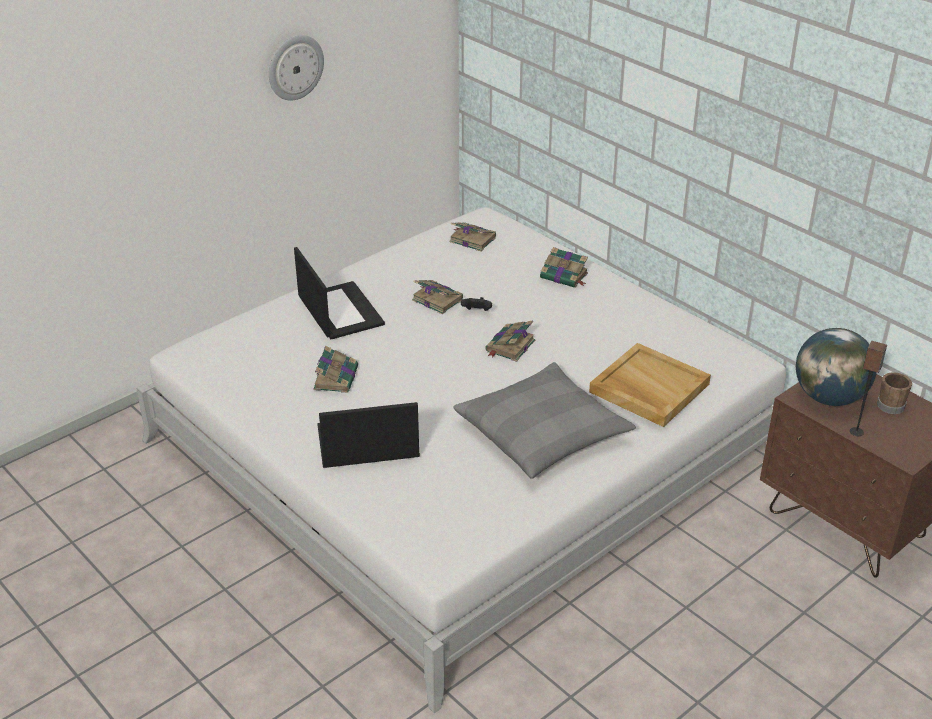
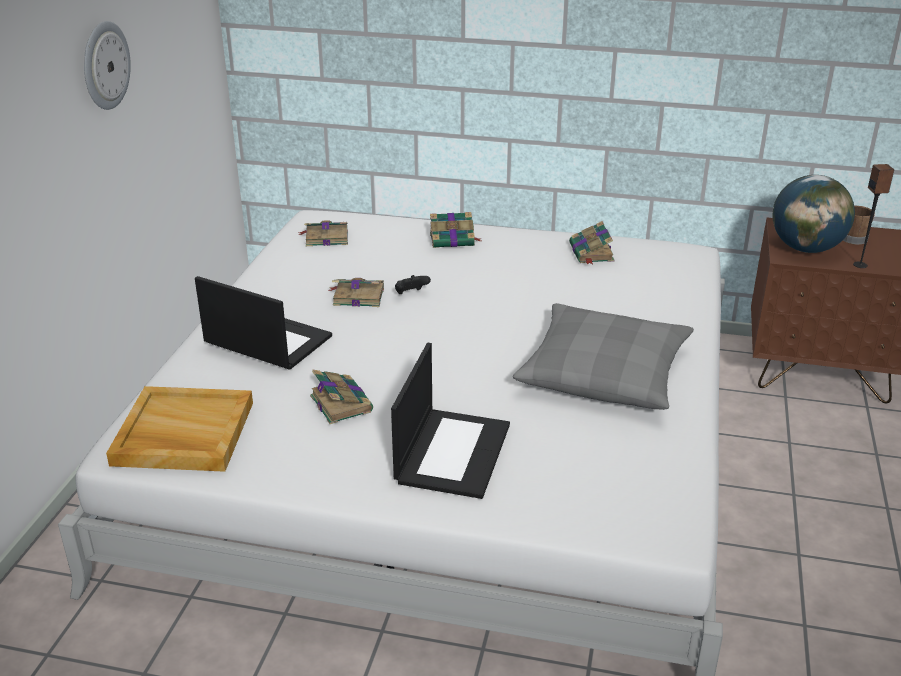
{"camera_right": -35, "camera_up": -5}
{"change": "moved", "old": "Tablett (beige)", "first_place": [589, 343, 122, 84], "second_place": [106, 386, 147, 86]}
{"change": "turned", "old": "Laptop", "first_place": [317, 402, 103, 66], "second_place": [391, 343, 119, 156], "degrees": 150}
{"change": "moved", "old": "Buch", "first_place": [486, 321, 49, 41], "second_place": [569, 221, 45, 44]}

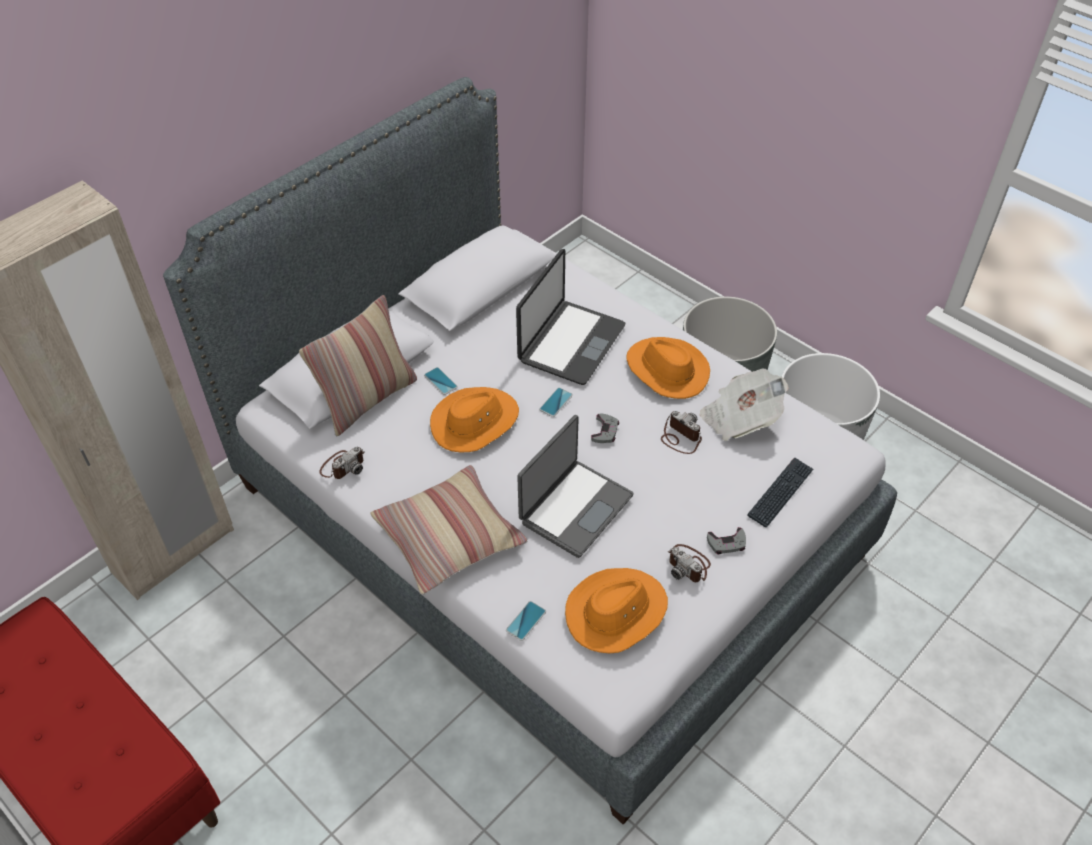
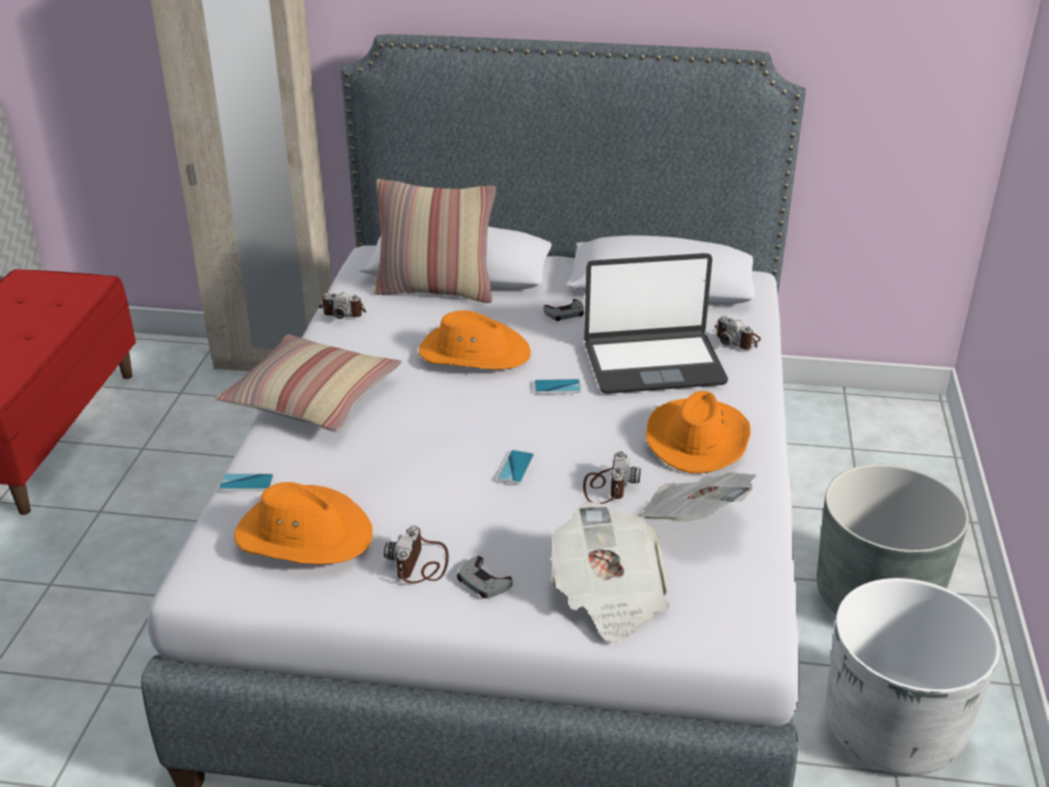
{"camera_right": 55, "camera_up": -15}
{"change": "moved", "old": "Handy", "first_place": [424, 367, 34, 28], "second_place": [497, 450, 38, 34]}
{"change": "moved", "old": "Gamepad (grau)", "first_place": [591, 414, 28, 29], "second_place": [544, 299, 40, 22]}
{"change": "replaced", "old": "Tastatur", "new": "Zeitung", "first_place": [747, 457, 67, 70], "second_place": [551, 502, 118, 141]}
{"change": "added", "new": "Kamera", "second_place": [715, 316, 46, 34]}
{"change": "removed", "old": "Laptop", "first_place": [517, 415, 117, 143]}

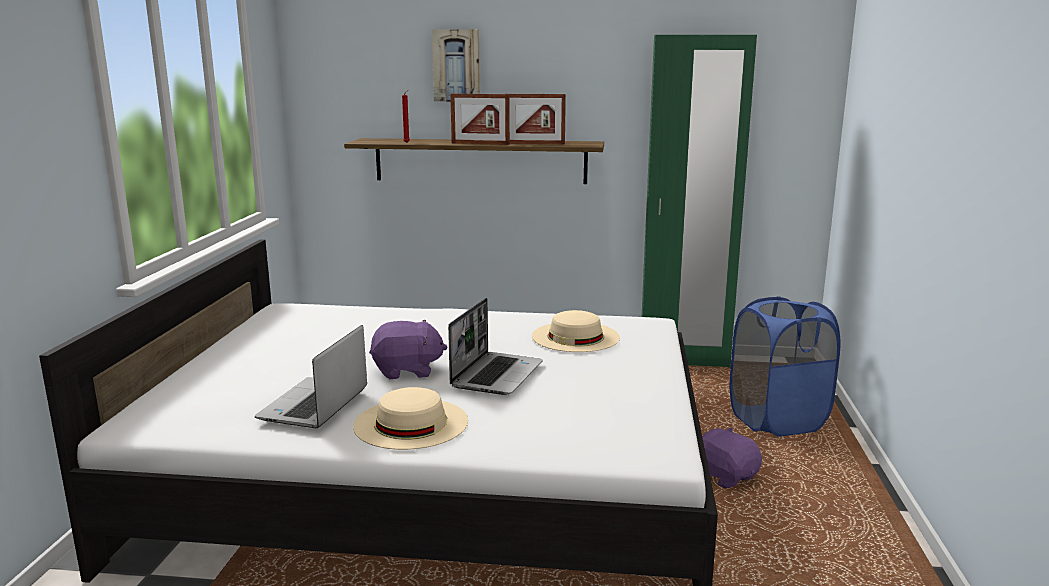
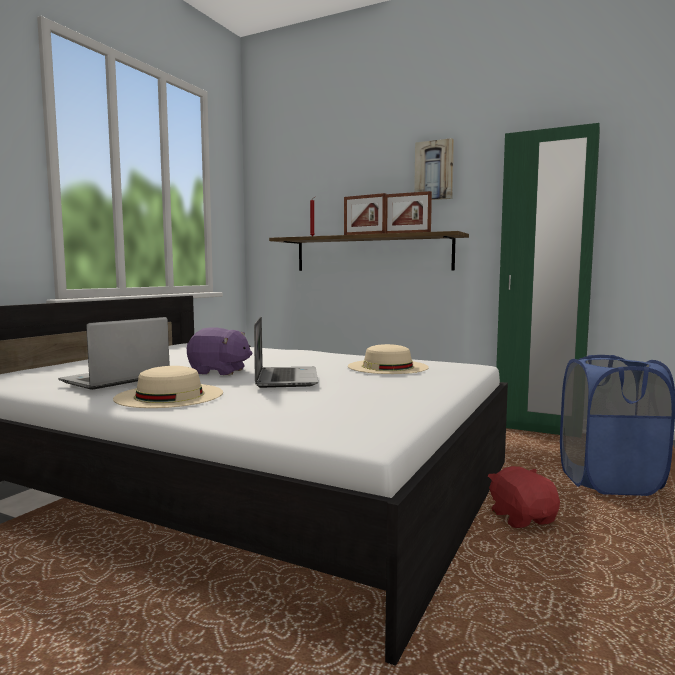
{"camera_right": 20, "camera_up": -10}
{"change": "turned", "old": "Laptop", "first_place": [448, 298, 95, 97], "second_place": [254, 316, 64, 72], "degrees": -45}
{"change": "moved", "old": "Bild", "first_place": [432, 29, 48, 73], "second_place": [414, 138, 40, 62]}
{"change": "recoloured", "old": "Plüschtier (lila)", "new": "Plüschtier (rot)", "first_place": [702, 428, 60, 61], "second_place": [488, 466, 72, 62]}

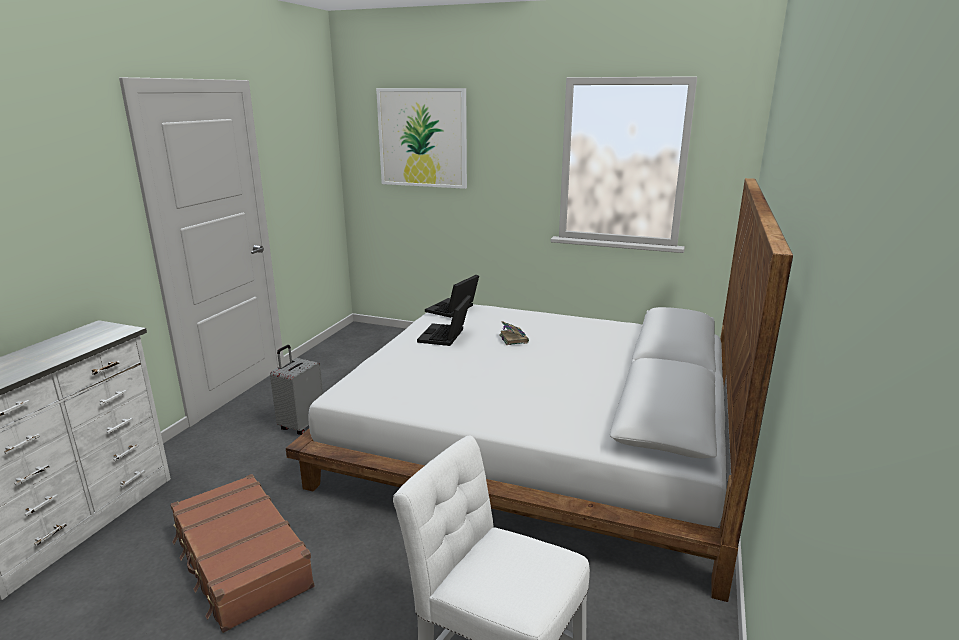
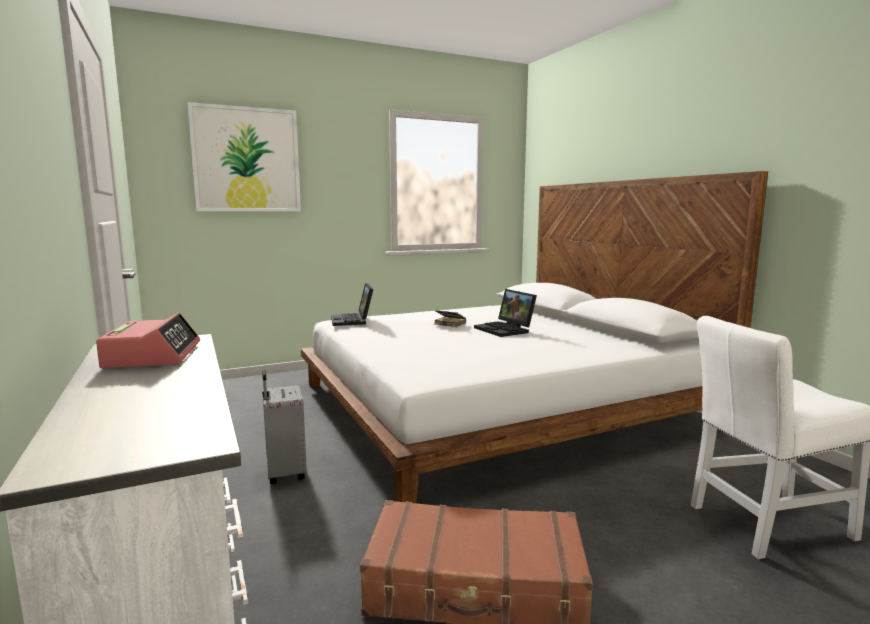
{"camera_right": -45, "camera_up": -10}
{"change": "added", "new": "Wecker", "second_place": [96, 313, 104, 55]}
{"change": "moved", "old": "Laptop", "first_place": [417, 295, 54, 51], "second_place": [474, 289, 63, 48]}

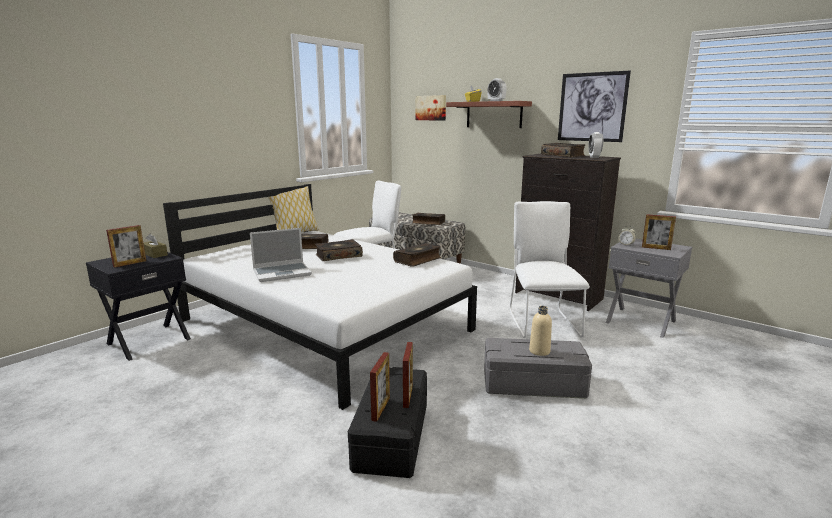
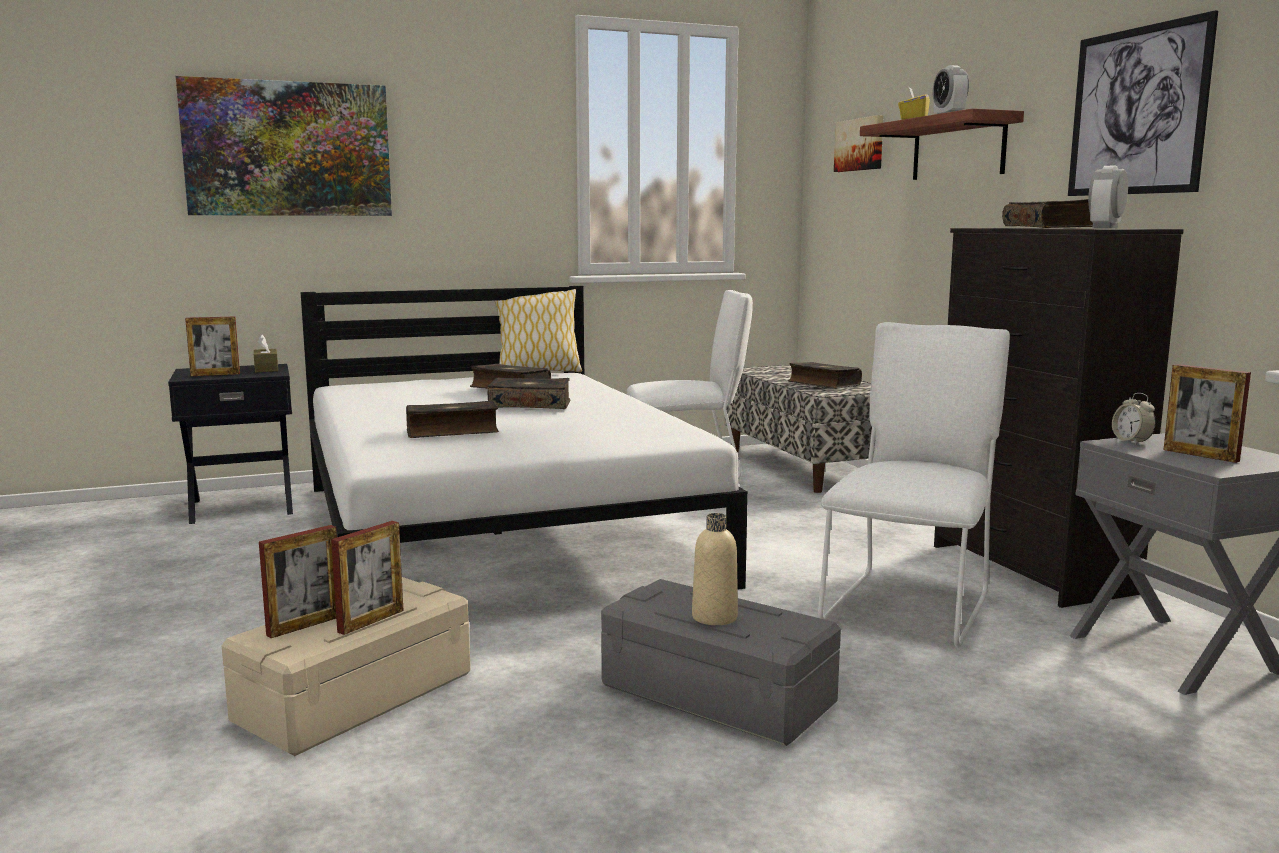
{"camera_right": 30, "camera_up": -5}
{"change": "added", "new": "Bild", "second_place": [176, 76, 216, 140]}
{"change": "recoloured", "old": "Aufbewahrungsbox (schwarz)", "new": "Aufbewahrungsbox (beige)", "first_place": [348, 367, 79, 111], "second_place": [222, 577, 249, 179]}
{"change": "moved", "old": "Buch", "first_place": [393, 243, 48, 24], "second_place": [406, 401, 93, 37]}
{"change": "removed", "old": "Laptop", "first_place": [250, 228, 62, 54]}

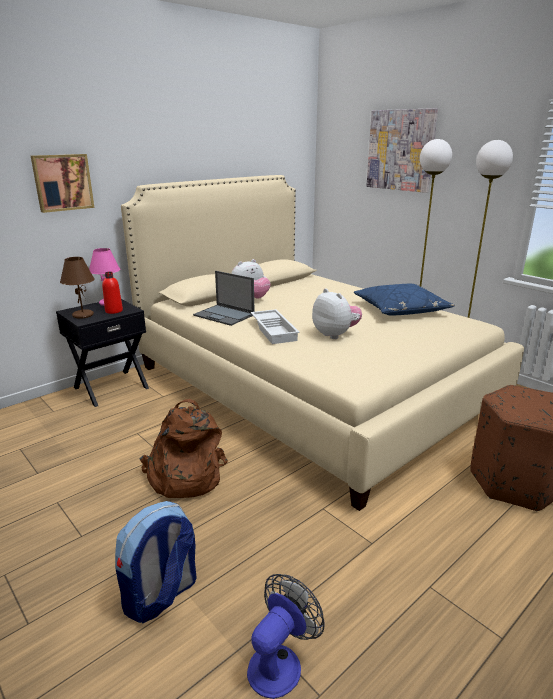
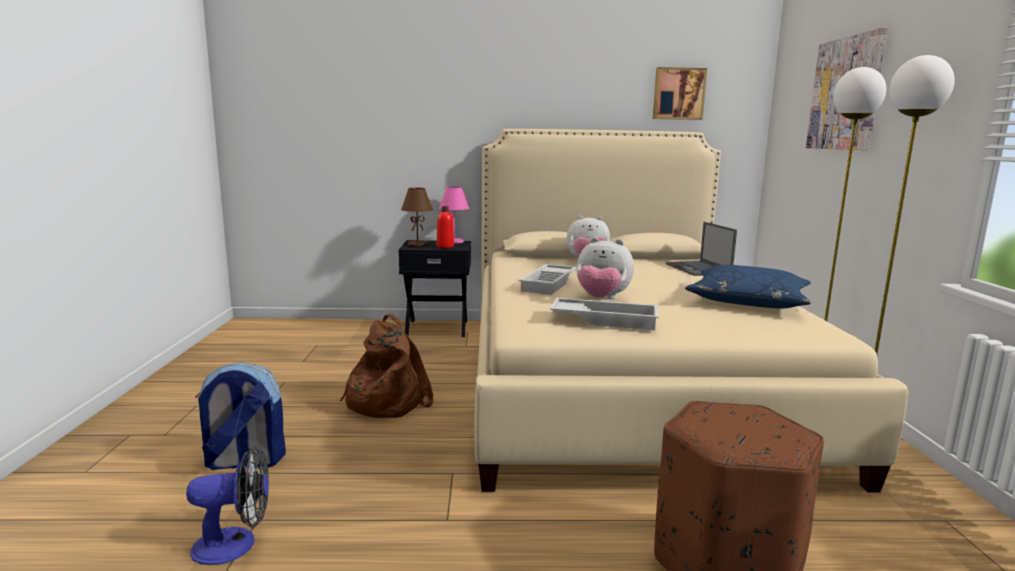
{"camera_right": 40, "camera_up": -10}
{"change": "added", "new": "Tablett (weiß)", "second_place": [550, 298, 109, 32]}
{"change": "turned", "old": "Plüschtier", "first_place": [312, 288, 50, 51], "second_place": [577, 237, 57, 62], "degrees": 105}
{"change": "moved", "old": "Bild", "first_place": [31, 154, 63, 59], "second_place": [653, 67, 54, 53]}
{"change": "moved", "old": "Laptop", "first_place": [193, 271, 62, 55], "second_place": [665, 222, 72, 54]}

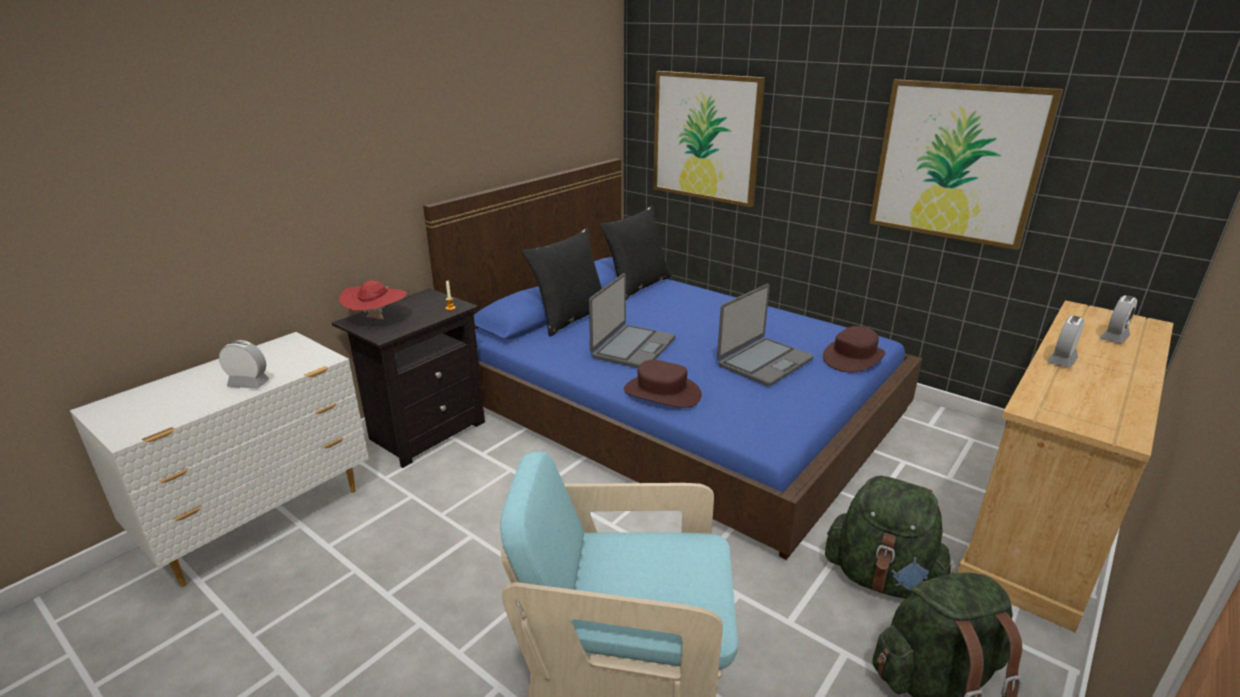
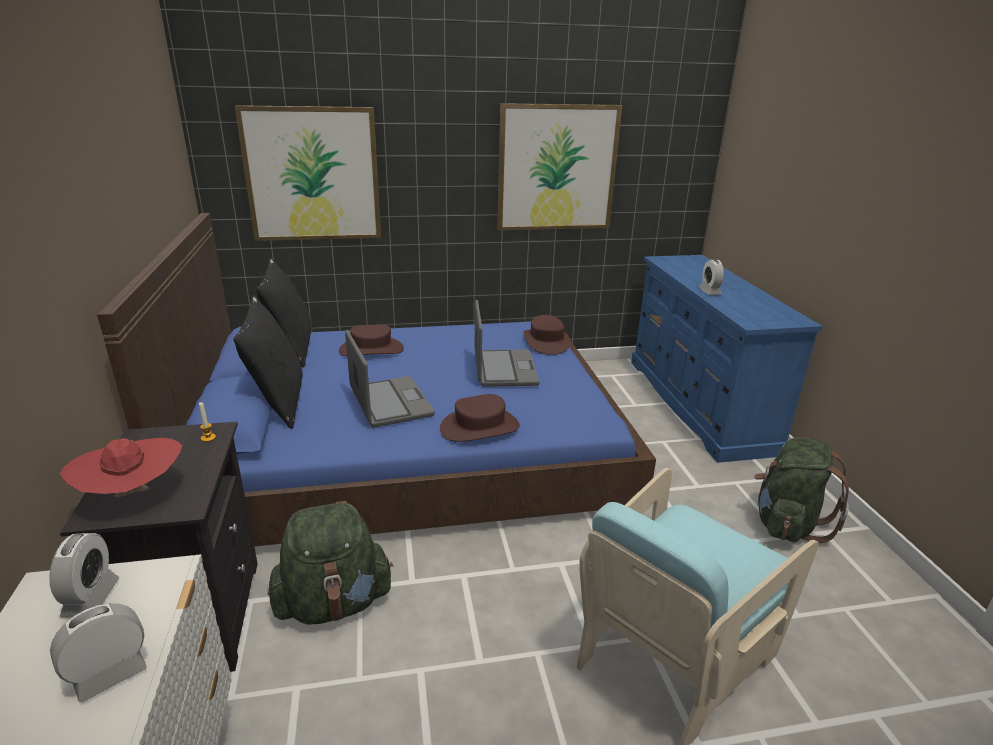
{"camera_right": -50, "camera_up": 0}
{"change": "moved", "old": "Wecker", "first_place": [1100, 295, 37, 49], "second_place": [49, 533, 70, 85]}
{"change": "moved", "old": "Rucksack (grün)", "first_place": [825, 476, 129, 123], "second_place": [268, 501, 126, 124]}
{"change": "added", "new": "Hut (braun)", "second_place": [339, 325, 65, 31]}
{"change": "recoloured", "old": "Kommode (beige)", "new": "Kommode (blau)", "first_place": [957, 300, 216, 333], "second_place": [631, 255, 191, 208]}

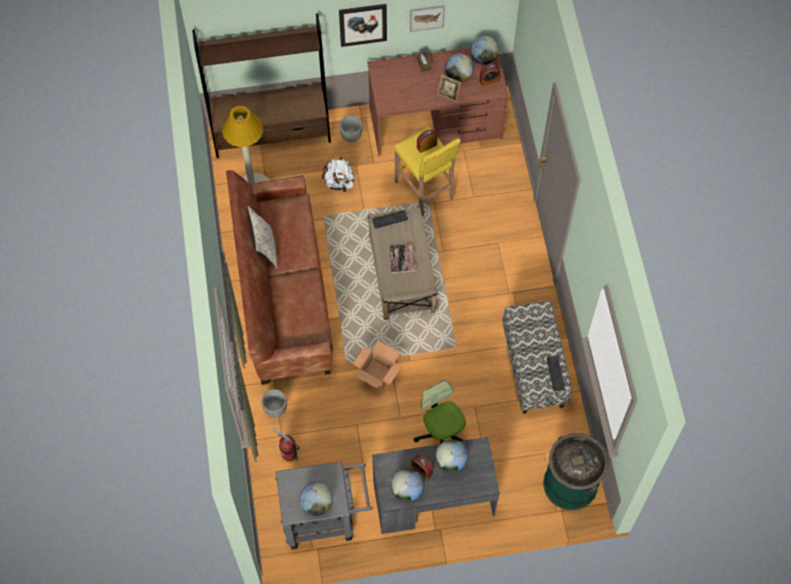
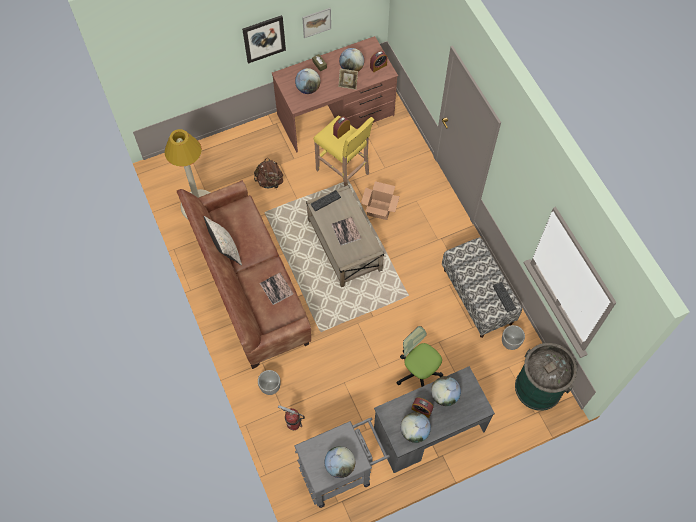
{"camera_right": -15, "camera_up": 0}
{"change": "recoloured", "old": "Rucksack (weiß)", "new": "Rucksack (braun)", "first_place": [322, 156, 33, 36], "second_place": [254, 158, 30, 30]}
{"change": "added", "new": "Buch", "second_place": [260, 273, 33, 32]}
{"change": "moved", "old": "Globus", "first_place": [470, 36, 29, 29], "second_place": [295, 68, 25, 26]}
{"change": "moved", "old": "Karton", "first_place": [353, 341, 49, 49], "second_place": [361, 181, 39, 39]}
{"change": "moved", "old": "Pflanzkübel", "first_place": [339, 115, 23, 27], "second_place": [502, 325, 23, 25]}
{"change": "removed", "old": "Bücherregal (braun)", "first_place": [192, 13, 139, 145]}

